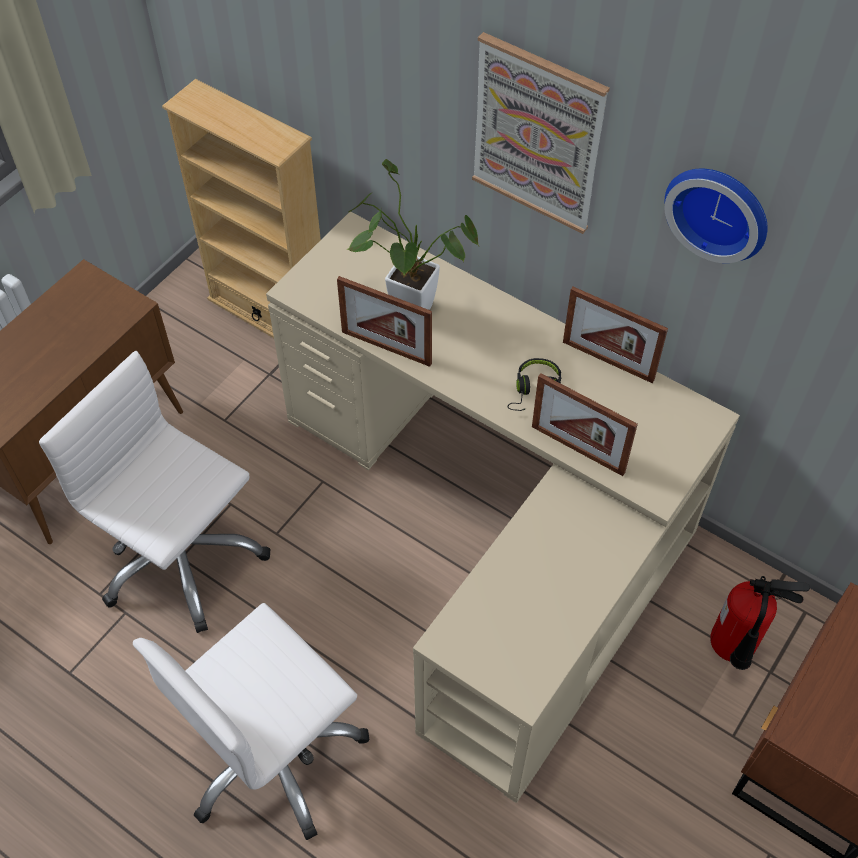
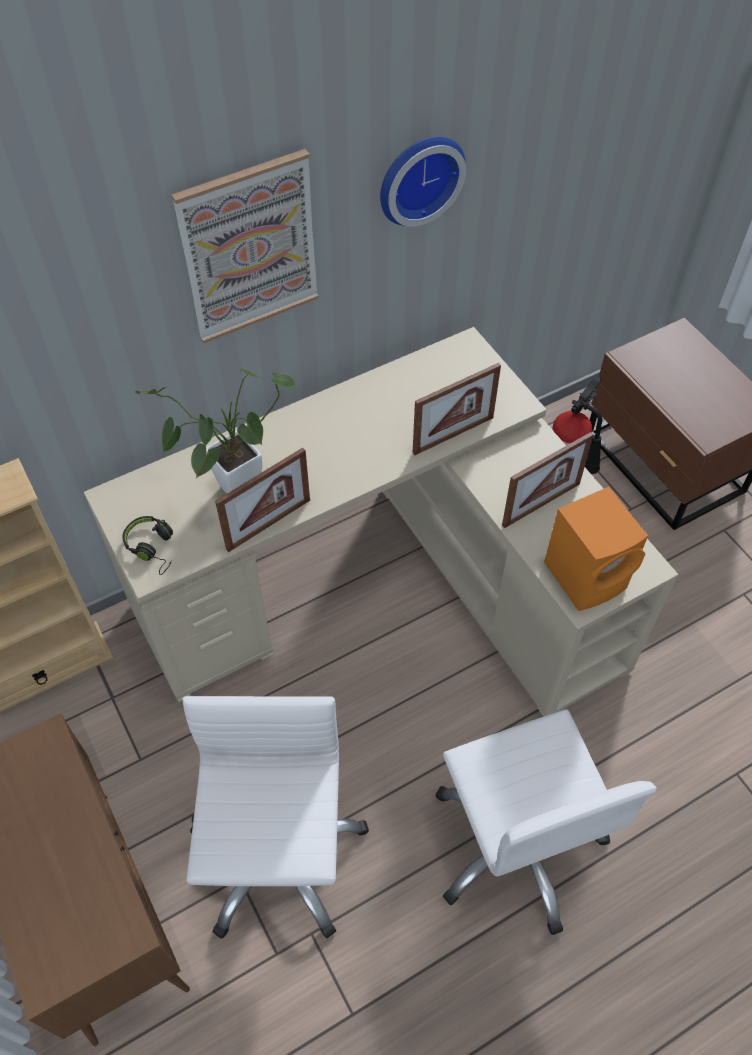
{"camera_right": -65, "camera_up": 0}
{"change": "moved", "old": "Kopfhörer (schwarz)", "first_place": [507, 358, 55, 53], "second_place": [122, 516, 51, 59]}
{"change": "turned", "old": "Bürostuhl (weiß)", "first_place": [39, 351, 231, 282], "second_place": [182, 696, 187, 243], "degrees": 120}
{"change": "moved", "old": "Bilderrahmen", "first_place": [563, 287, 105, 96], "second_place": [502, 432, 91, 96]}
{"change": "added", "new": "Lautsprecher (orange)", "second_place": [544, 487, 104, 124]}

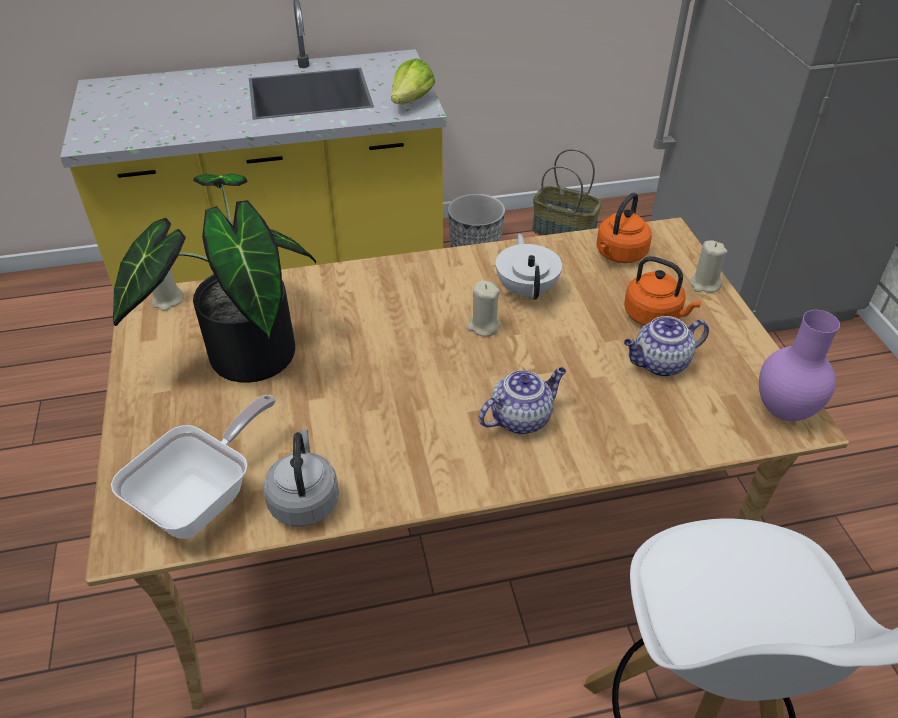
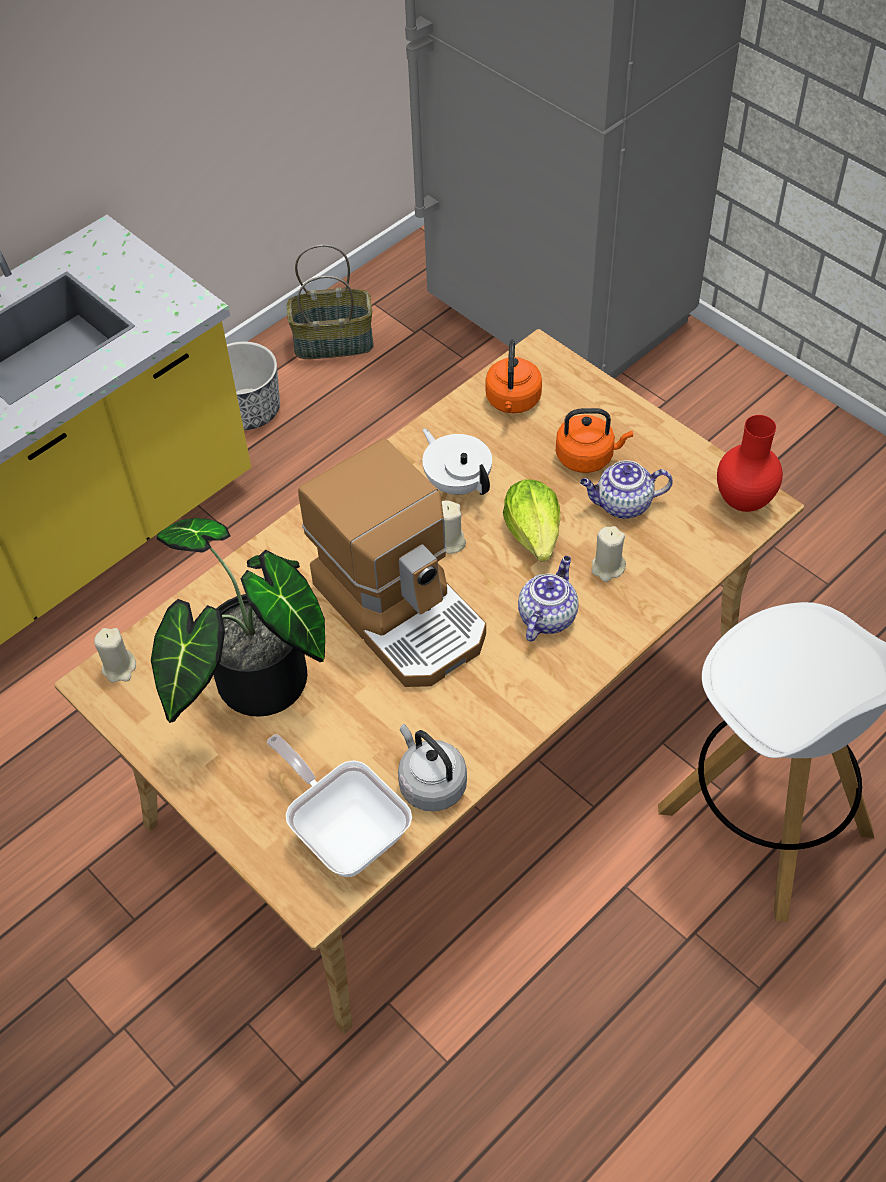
{"camera_right": -30, "camera_up": 10}
{"change": "turned", "old": "Pfanne", "first_place": [111, 395, 165, 143], "second_place": [267, 734, 145, 143], "degrees": -45}
{"change": "added", "new": "Kaffeemaschine", "second_place": [298, 439, 188, 248]}
{"change": "moved", "old": "Salatkopf", "first_place": [391, 59, 44, 45], "second_place": [503, 479, 58, 82]}
{"change": "turned", "old": "Teekanne", "first_place": [624, 316, 85, 61], "second_place": [580, 460, 93, 59], "degrees": 45}
{"change": "moved", "old": "Kerze (beige)", "first_place": [689, 240, 39, 53], "second_place": [592, 526, 34, 56]}
{"change": "recoloured", "old": "Vase (lila)", "new": "Vase (rot)", "first_place": [759, 310, 81, 111], "second_place": [717, 415, 66, 97]}

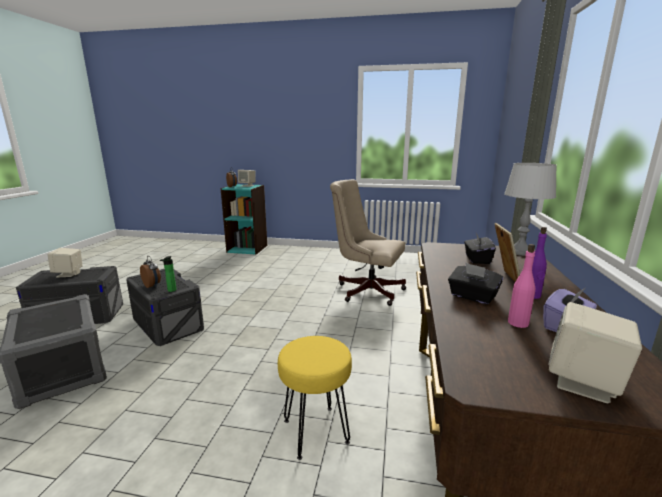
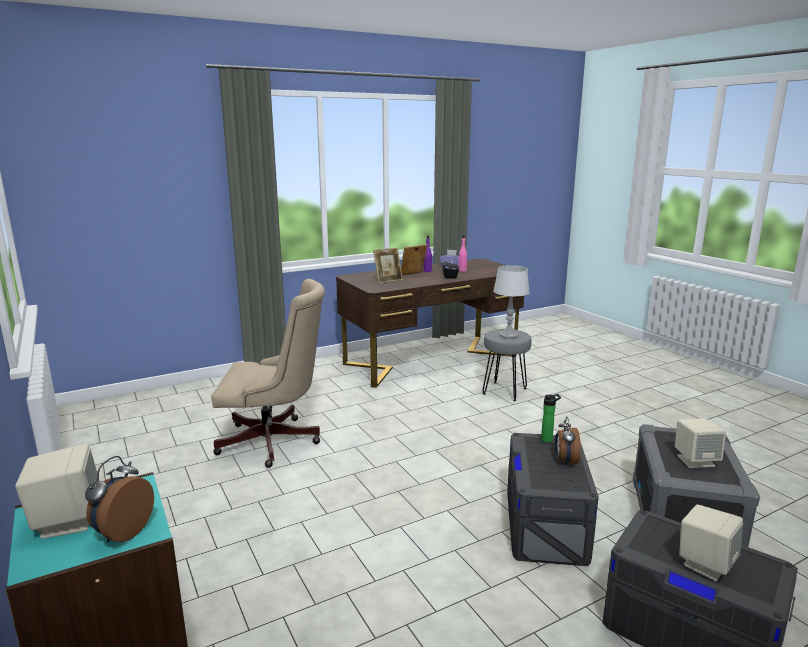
{"camera_right": -130, "camera_up": 0}
{"change": "turned", "old": "Bürostuhl (beige)", "first_place": [330, 179, 76, 127], "second_place": [211, 279, 114, 189], "degrees": -75}
{"change": "replaced", "old": "Taschentuchbox (schwarz)", "new": "Bilderrahmen", "first_place": [464, 233, 32, 31], "second_place": [373, 248, 30, 35]}
{"change": "recoloured", "old": "Hocker (gelb)", "new": "Hocker (grau)", "first_place": [278, 336, 74, 124], "second_place": [483, 329, 48, 72]}
{"change": "moved", "old": "Tischlampe (grau)", "first_place": [504, 163, 53, 93], "second_place": [493, 265, 37, 74]}
{"change": "moved", "old": "Lautsprecher (beige)", "first_place": [548, 302, 94, 101], "second_place": [675, 418, 51, 50]}

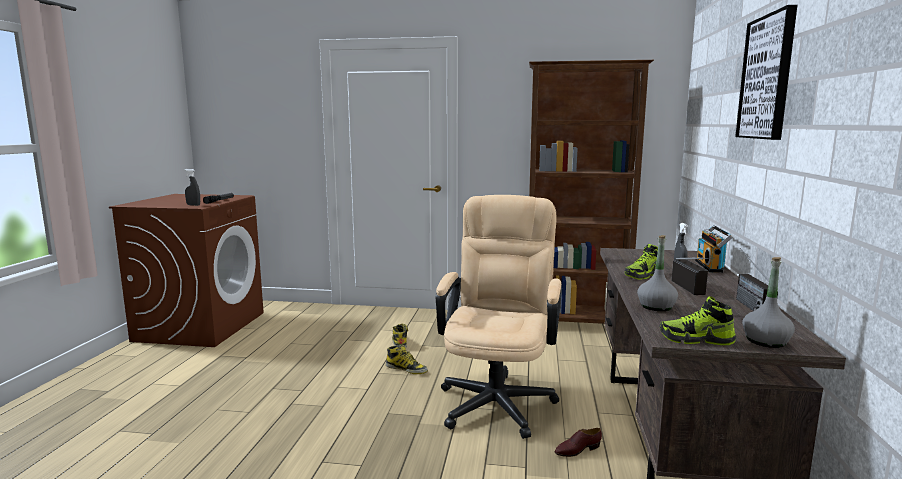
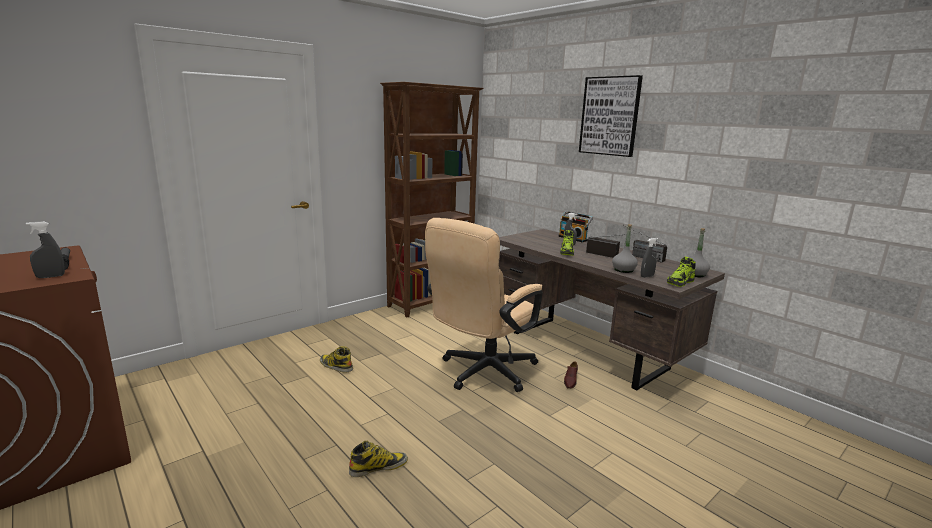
{"camera_right": -50, "camera_up": 5}
{"change": "moved", "old": "Stiefel", "first_place": [386, 344, 42, 30], "second_place": [349, 441, 59, 36]}
{"change": "turned", "old": "Bürostuhl (beige)", "first_place": [436, 195, 126, 244], "second_place": [425, 218, 118, 174], "degrees": -105}
{"change": "added", "new": "Sprühflasche (grau)", "second_place": [641, 238, 17, 40]}

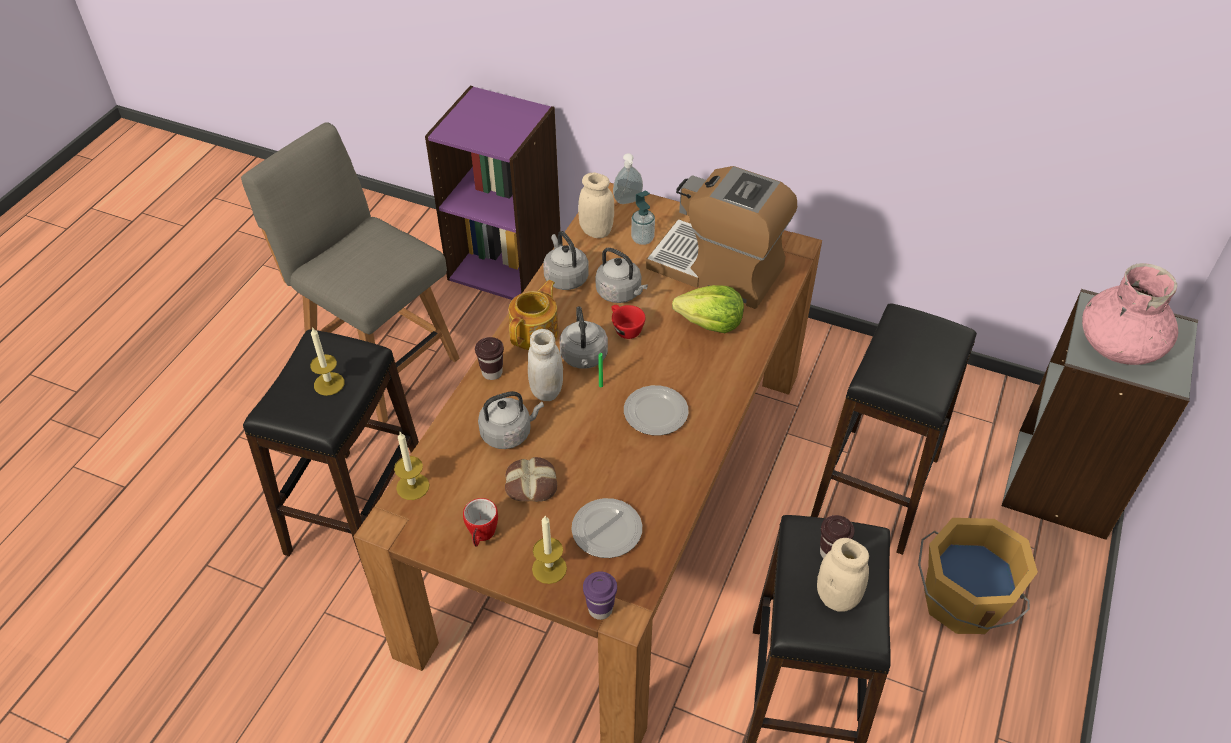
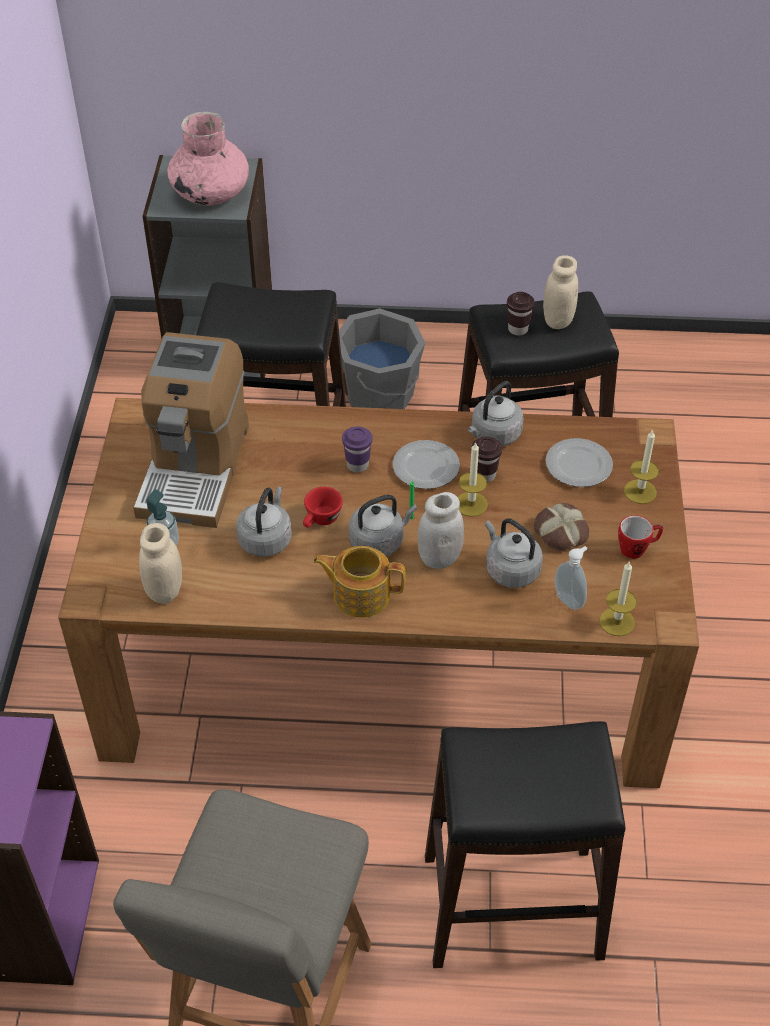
{"camera_right": -110, "camera_up": 0}
{"change": "recoloured", "old": "Eimer (orange)", "new": "Eimer (grau)", "first_place": [918, 518, 120, 116], "second_place": [339, 308, 86, 101]}
{"change": "moved", "old": "Tasse (lila)", "first_place": [583, 571, 34, 49], "second_place": [342, 427, 31, 46]}
{"change": "moved", "old": "Kerze", "first_place": [310, 327, 34, 69], "second_place": [458, 442, 30, 75]}
{"change": "moved", "old": "Wasserkessel (grau)", "first_place": [543, 231, 46, 59], "second_place": [467, 381, 57, 65]}
{"change": "moved", "old": "Tasse (braun)", "first_place": [475, 337, 29, 43], "second_place": [471, 436, 31, 47]}
{"change": "moved", "old": "Seifenspender", "first_place": [613, 153, 30, 51], "second_place": [555, 546, 32, 64]}
{"change": "removed", "old": "Salatkopf", "first_place": [672, 285, 72, 48]}

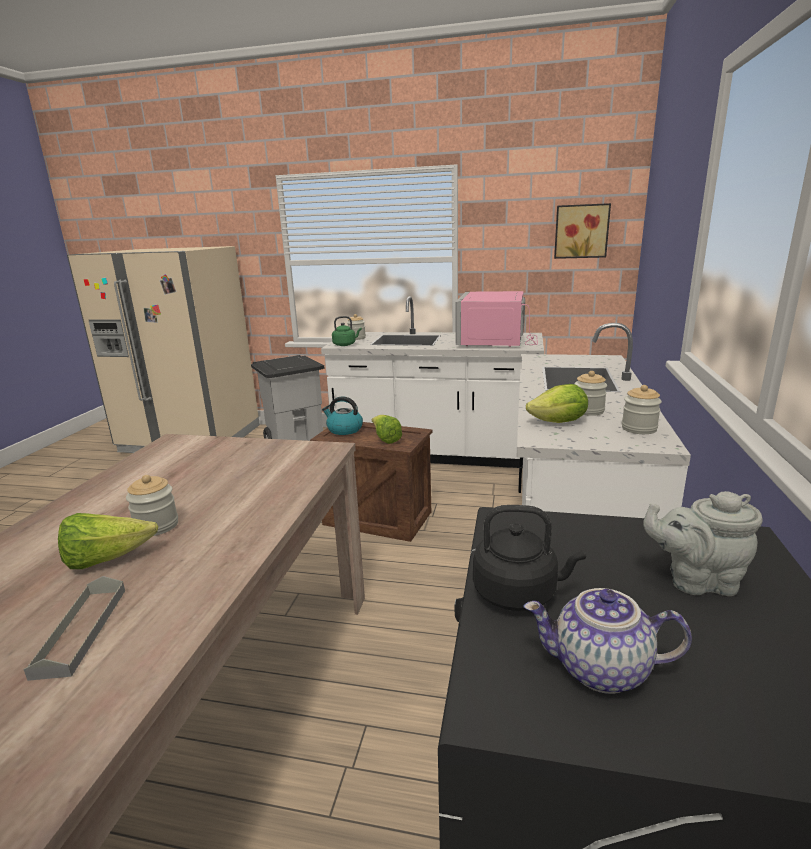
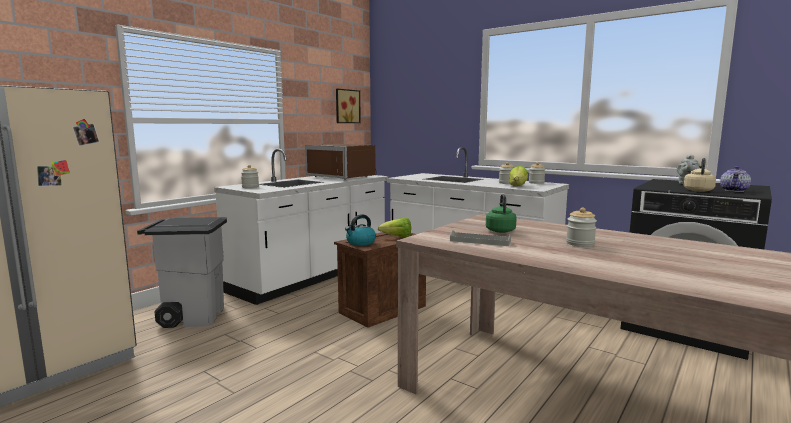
{"camera_right": -65, "camera_up": -10}
{"change": "recoloured", "old": "Mikrowelle (rosa)", "new": "Mikrowelle (braun)", "first_place": [456, 291, 82, 56], "second_place": [305, 144, 72, 36]}
{"change": "moved", "old": "Tablett (grau)", "first_place": [24, 576, 101, 105], "second_place": [450, 229, 61, 17]}
{"change": "moved", "old": "Wasserkessel (grün)", "first_place": [332, 316, 30, 30], "second_place": [486, 194, 31, 39]}
{"change": "recoloured", "old": "Wasserkessel (schwarz)", "new": "Wasserkessel (beige)", "first_place": [473, 505, 113, 106], "second_place": [684, 158, 32, 34]}
{"change": "removed", "old": "Salatkopf", "first_place": [58, 513, 100, 56]}

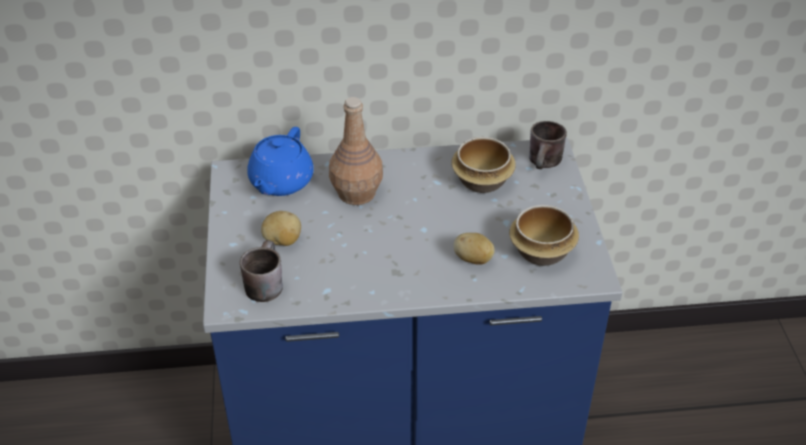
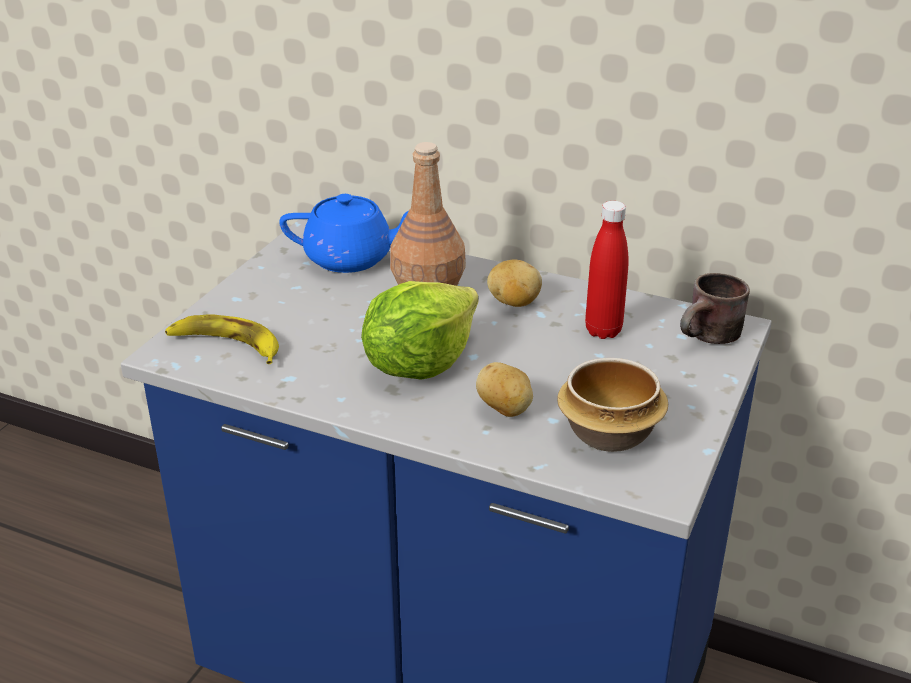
{"camera_right": 30, "camera_up": -10}
{"change": "replaced", "old": "Henkelbecher (braun)", "new": "Banane", "first_place": [240, 240, 43, 62], "second_place": [165, 314, 114, 50]}
{"change": "turned", "old": "Teekanne (blau)", "first_place": [247, 127, 67, 69], "second_place": [279, 194, 130, 79], "degrees": -135}
{"change": "added", "new": "Salatkopf", "second_place": [361, 281, 117, 99]}
{"change": "moved", "old": "Kartoffel", "first_place": [261, 211, 40, 35], "second_place": [487, 260, 55, 47]}
{"change": "replaced", "old": "Schüssel", "new": "Flasche (rot)", "first_place": [451, 137, 65, 56], "second_place": [585, 201, 43, 138]}

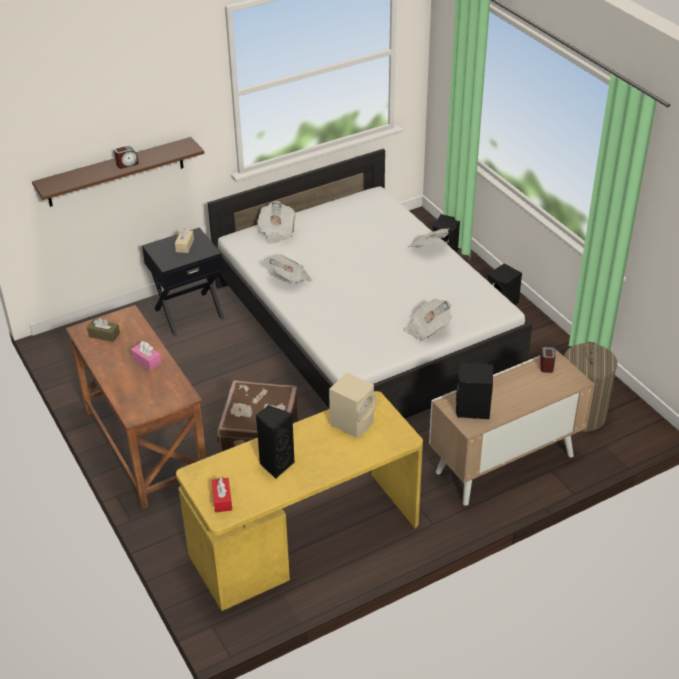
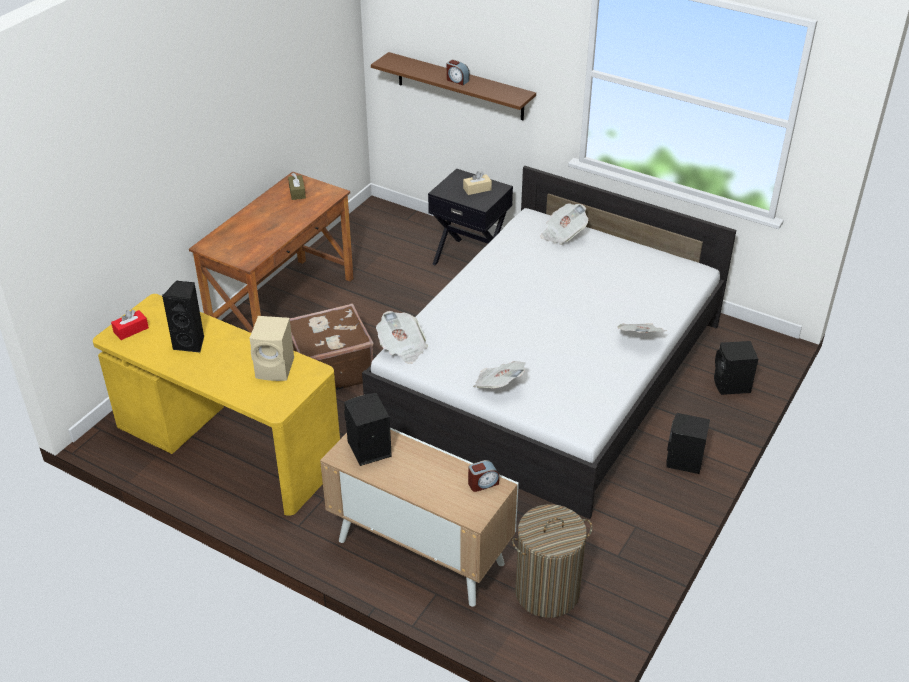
{"camera_right": 60, "camera_up": 0}
{"change": "moved", "old": "Zeitung", "first_place": [267, 254, 46, 29], "second_place": [376, 311, 52, 53]}
{"change": "removed", "old": "Taschentuchbox (rosa)", "first_place": [131, 341, 31, 29]}

